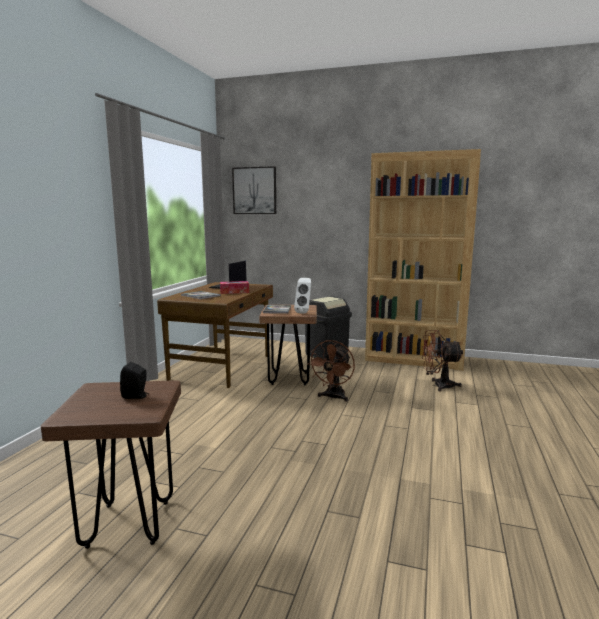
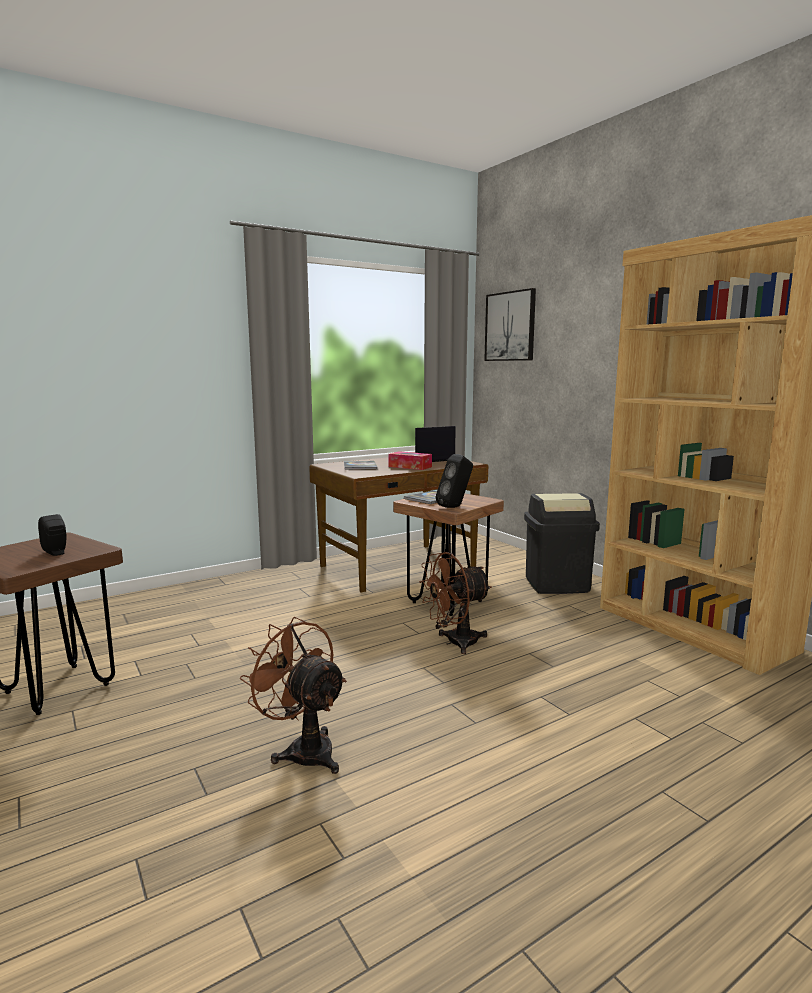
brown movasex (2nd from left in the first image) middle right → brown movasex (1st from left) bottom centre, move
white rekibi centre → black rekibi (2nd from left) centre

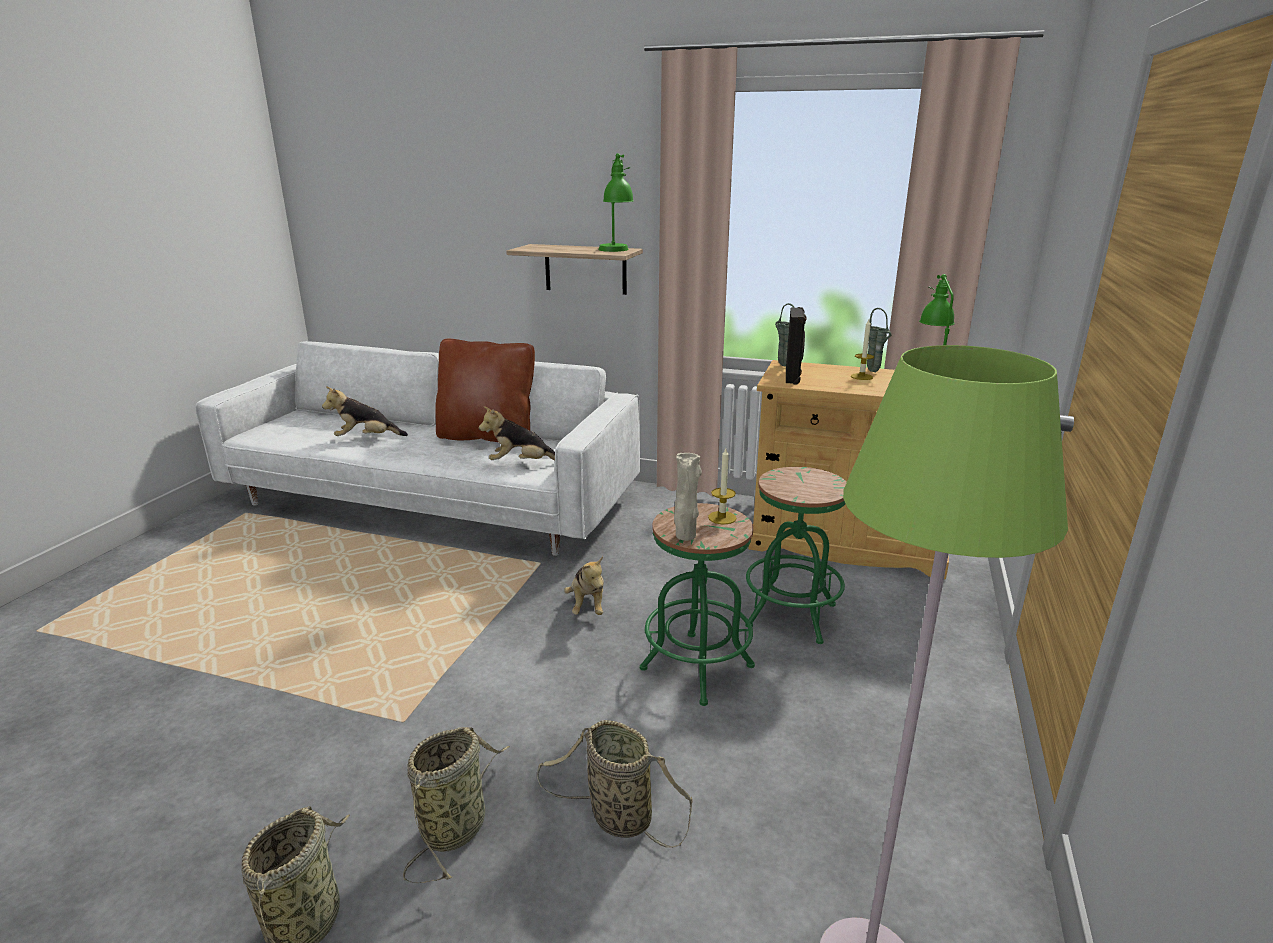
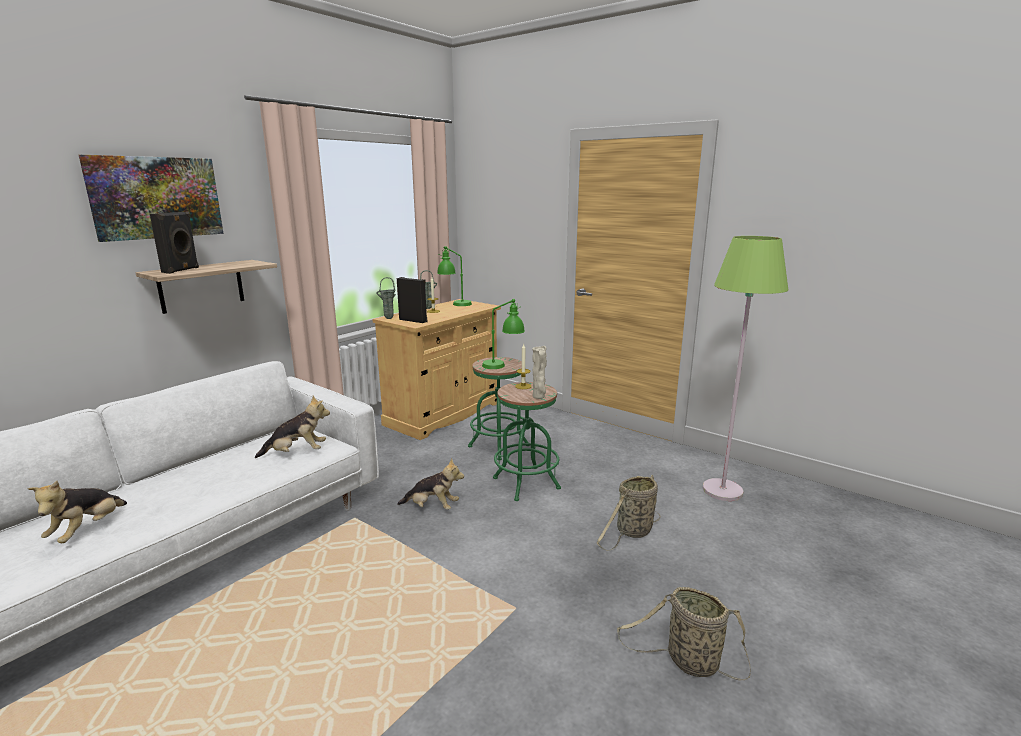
- → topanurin top left
- → black rekibi (1st from left) top left
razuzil (2nd from left) centre → razuzil (2nd from left) middle left, 120 degrees counterclockwise
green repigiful (1st from left in the first image) top centre → green repigiful (2nd from left) centre, move
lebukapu (2nd from left) bottom centre → -
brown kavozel centre → -

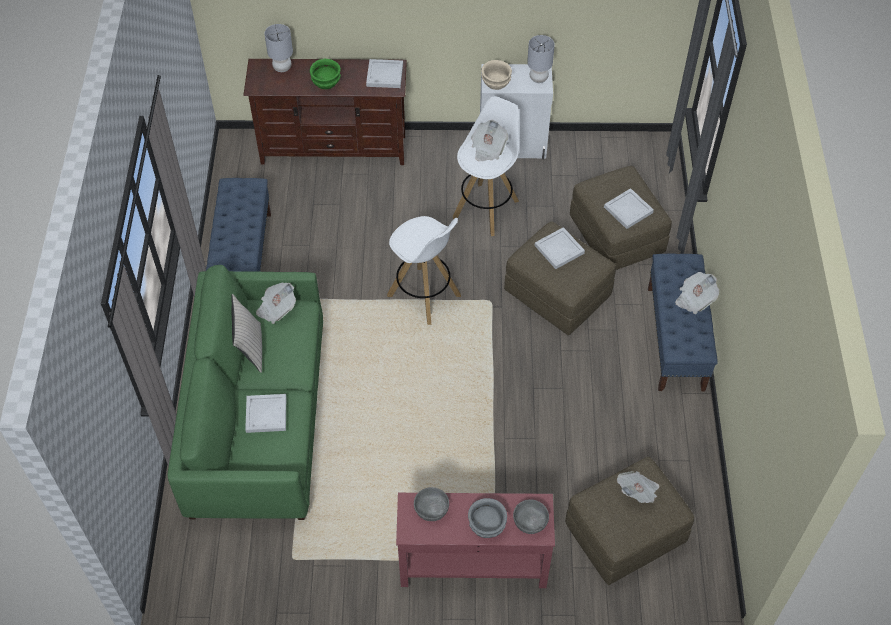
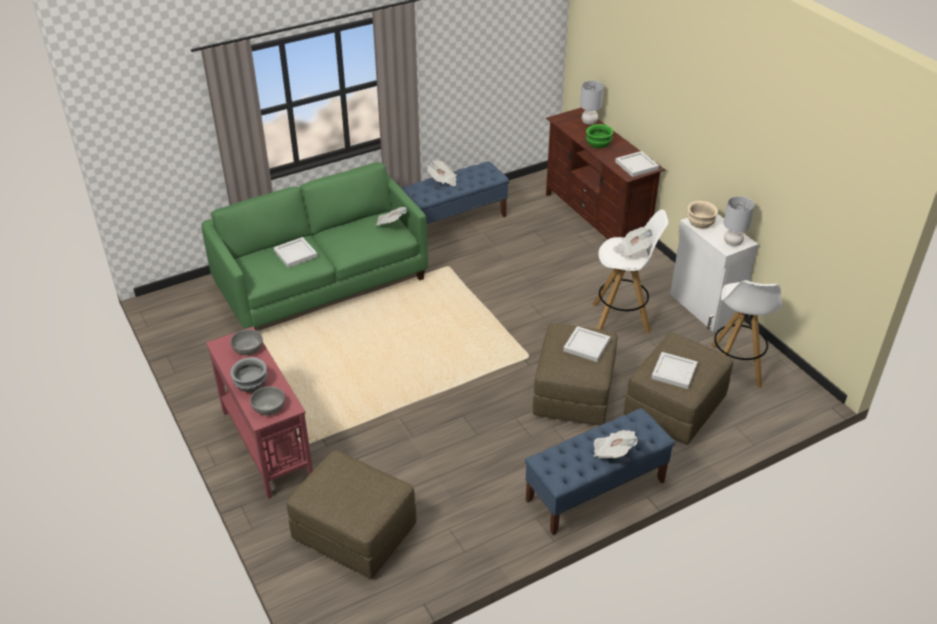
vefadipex (3rd from left in the first image) bottom right → vefadipex (2nd from left) top centre, move
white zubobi (1st from left in the first image) centre → white zubobi (2nd from left) middle right, move
beige kavozel middle left → -

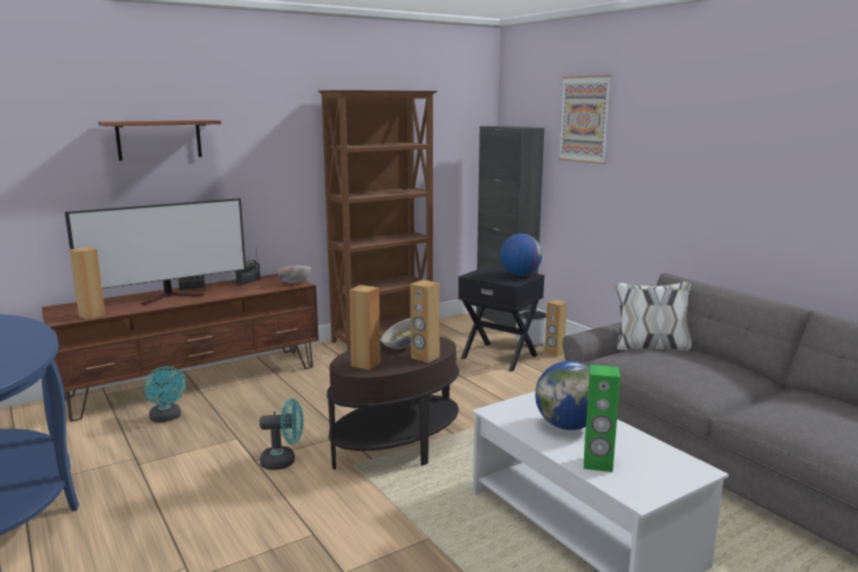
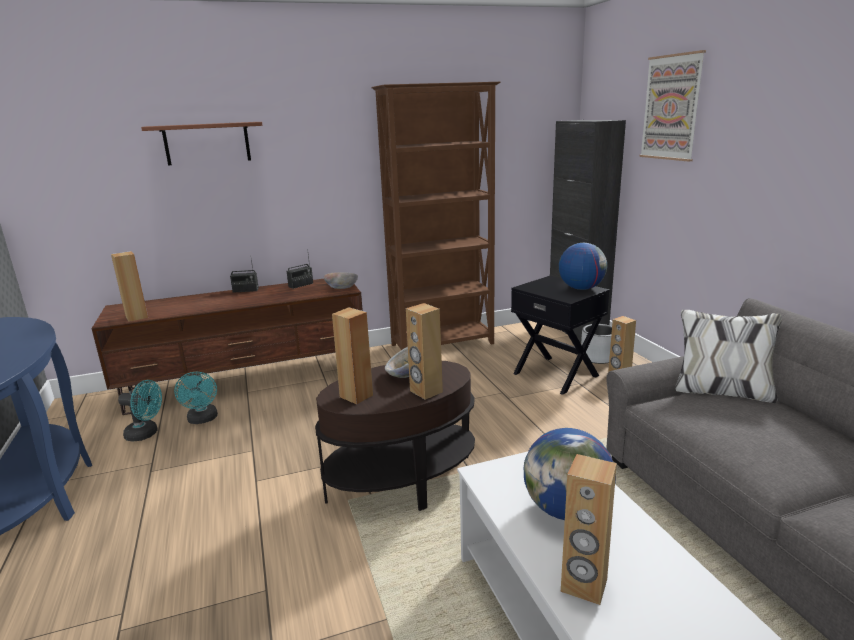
turquoise movasex (2nd from left in the first image) bottom left → turquoise movasex (1st from left) middle left, move
green rekibi bottom right → brown rekibi (4th from left) bottom right
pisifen middle left → -

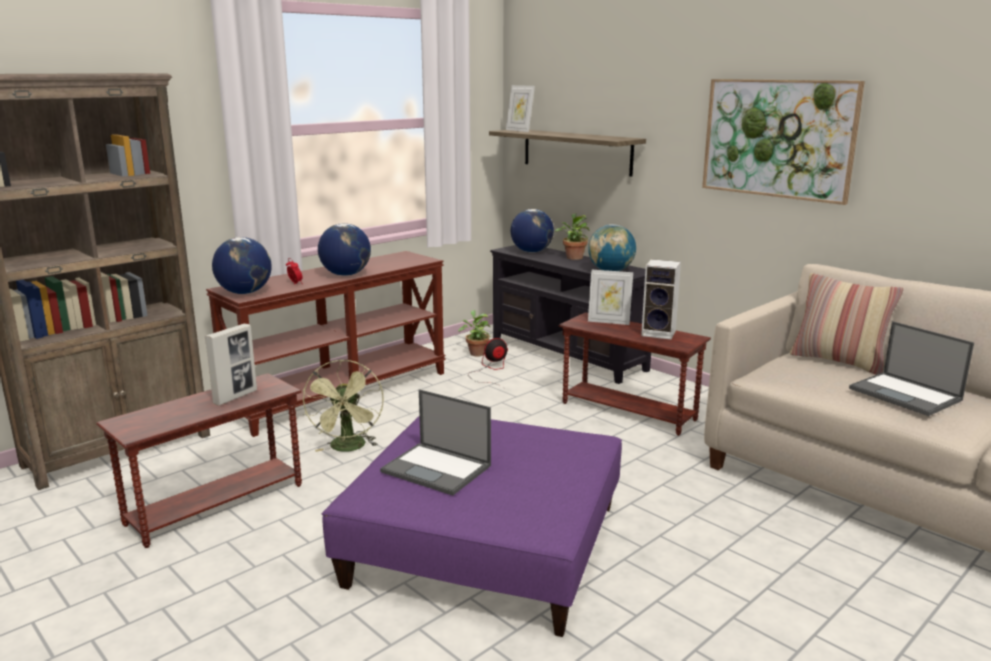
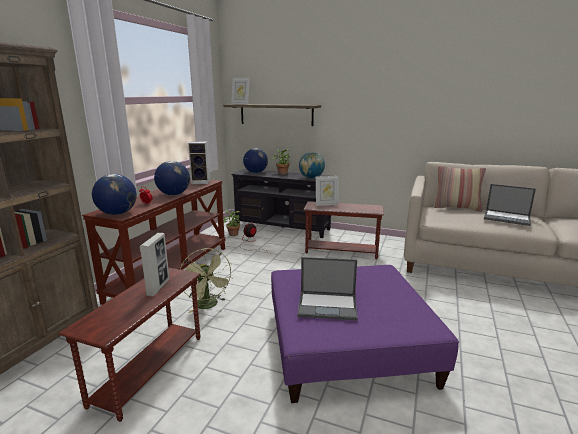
rekibi middle right → rekibi centre, move
topanurin top right → -

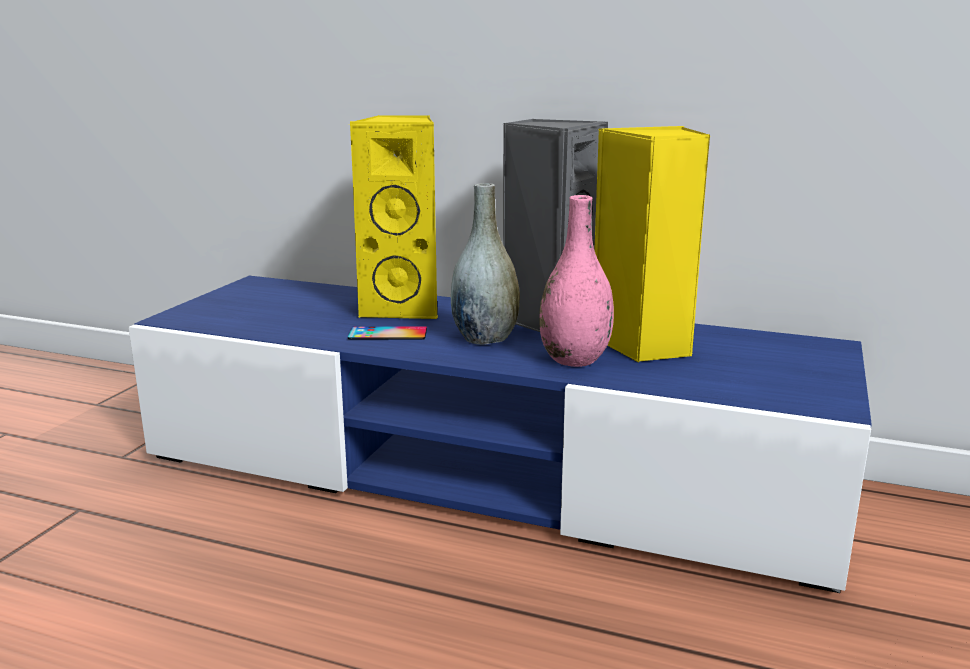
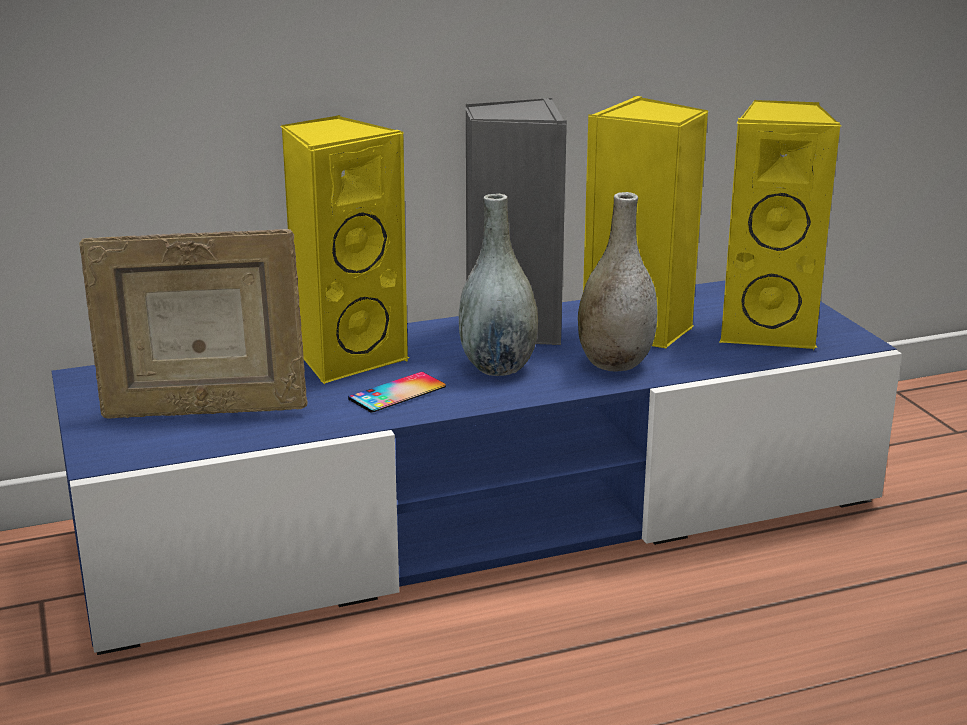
- → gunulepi middle left
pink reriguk centre → grey reriguk (2nd from left) centre
- → yellow rekibi (3rd from left) top right

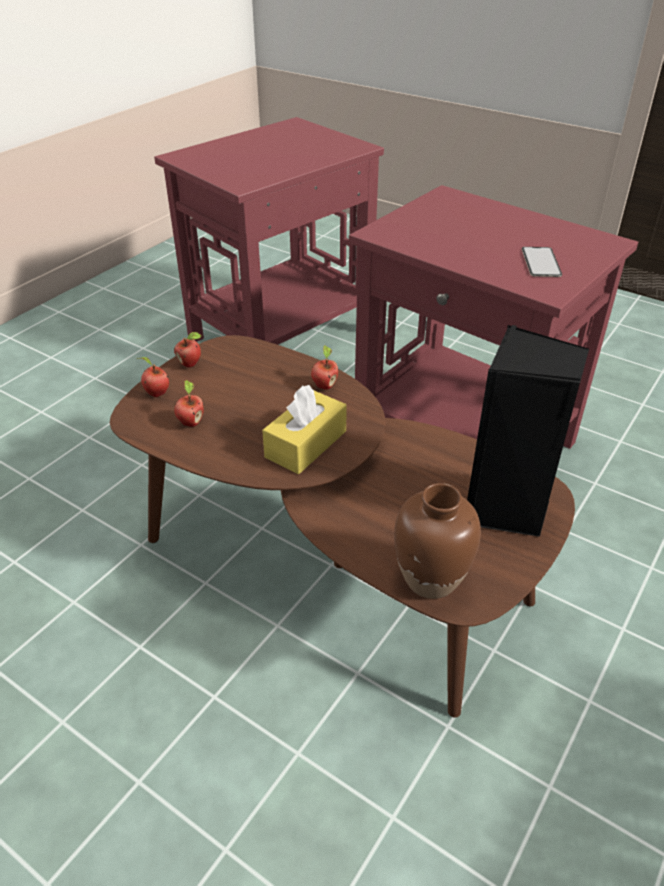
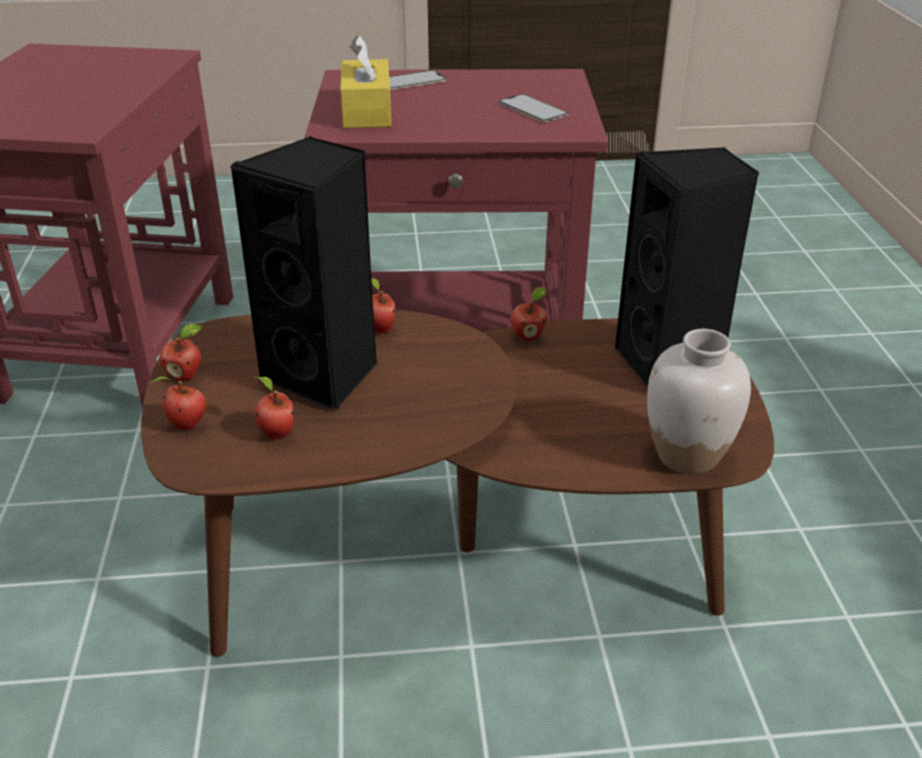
- → black rekibi (1st from left) middle left
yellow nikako centre → yellow nikako top centre, move
- → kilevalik (1st from left) top centre
- → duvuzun (5th from left) centre
brown reriguk centre → white reriguk middle right

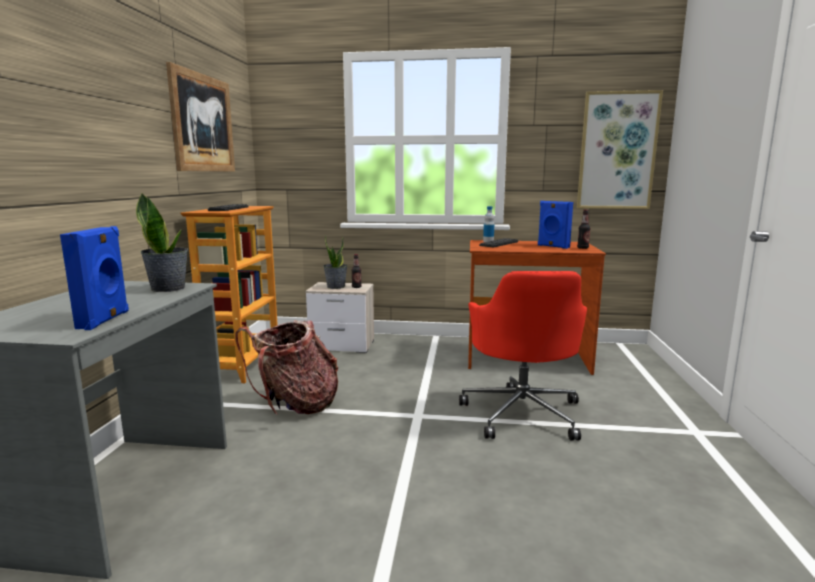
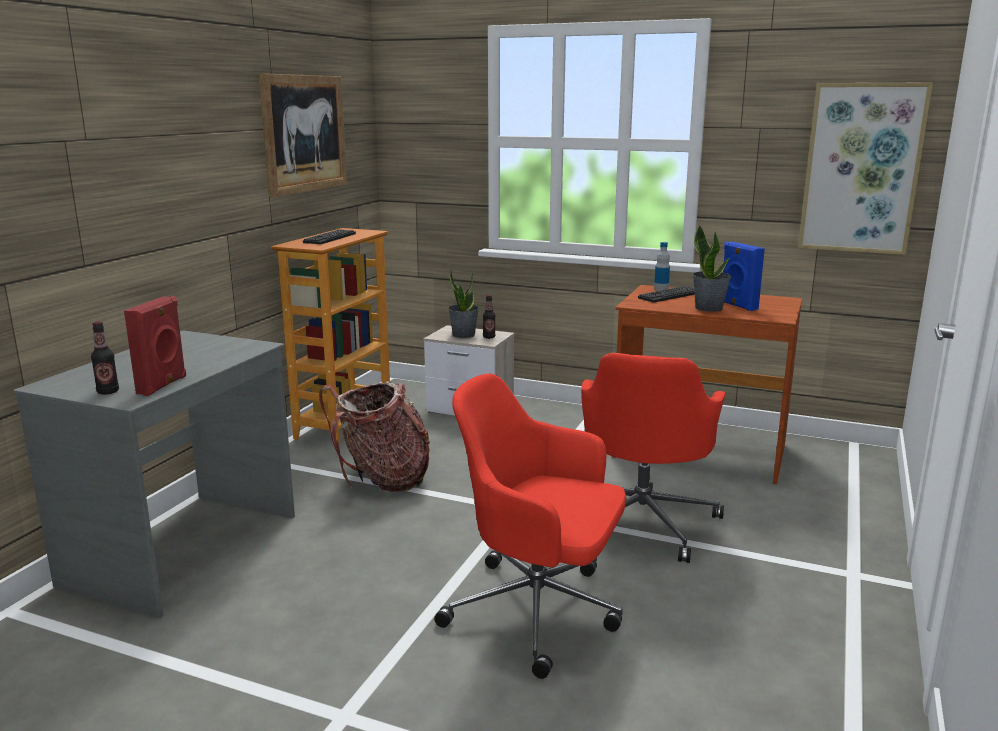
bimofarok (3rd from left in the first image) middle right → bimofarok (1st from left) middle left, move
blue rekibi (1st from left) middle left → red rekibi middle left
- → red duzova (1st from left) bottom centre
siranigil (1st from left in the first image) middle left → siranigil (2nd from left) middle right, move

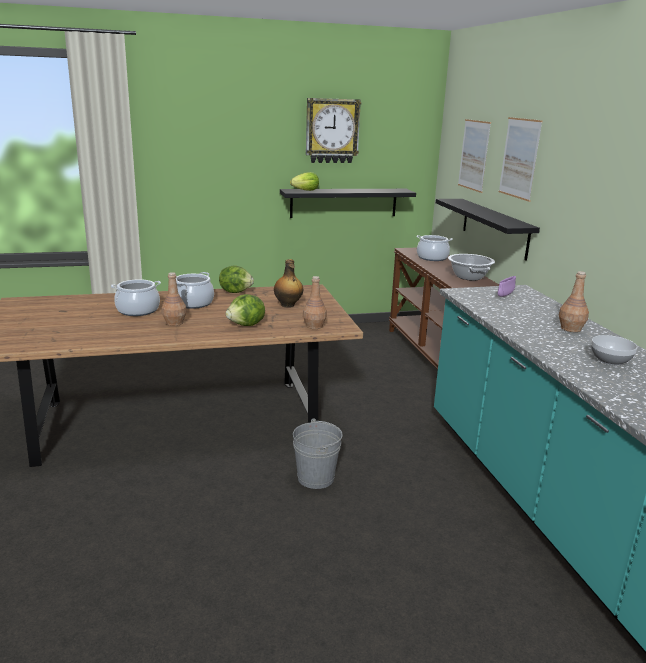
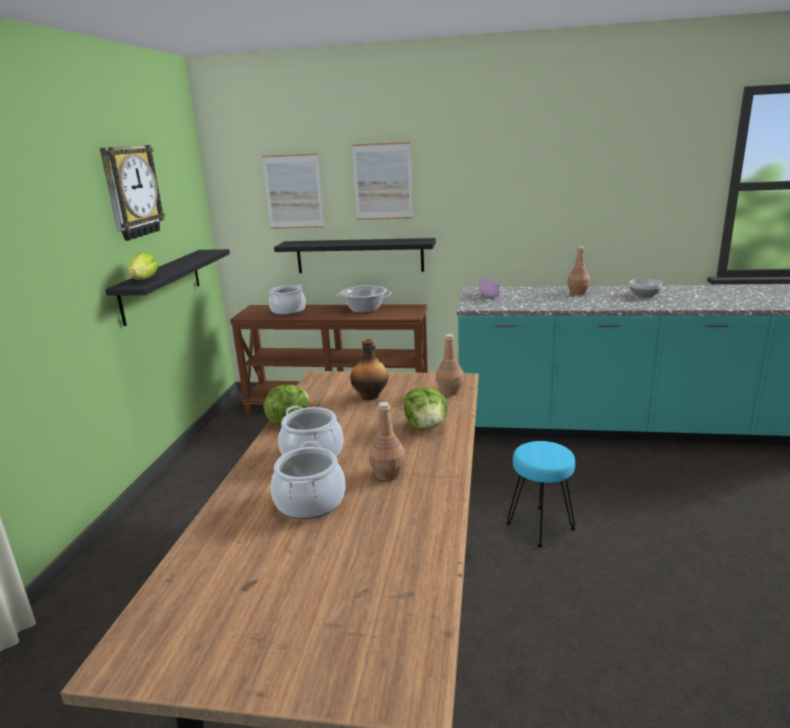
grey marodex bottom centre → turquoise zubobi bottom right

